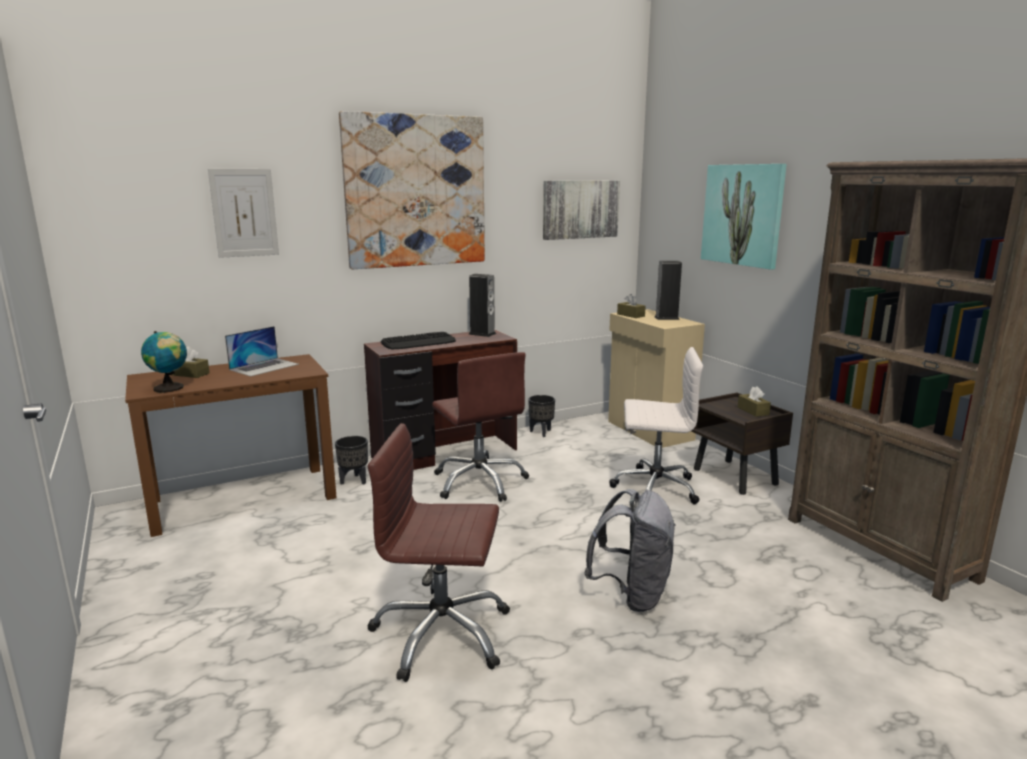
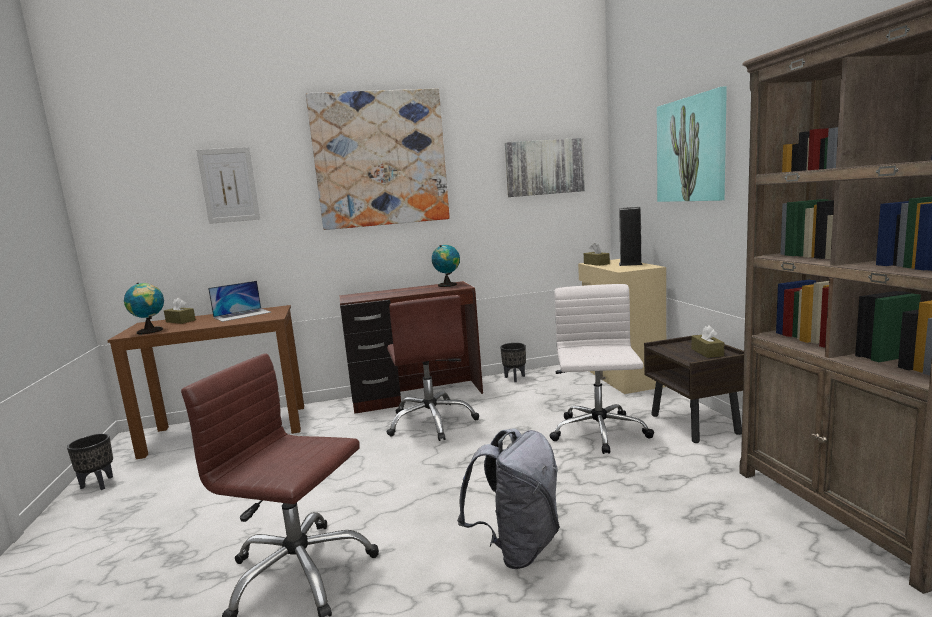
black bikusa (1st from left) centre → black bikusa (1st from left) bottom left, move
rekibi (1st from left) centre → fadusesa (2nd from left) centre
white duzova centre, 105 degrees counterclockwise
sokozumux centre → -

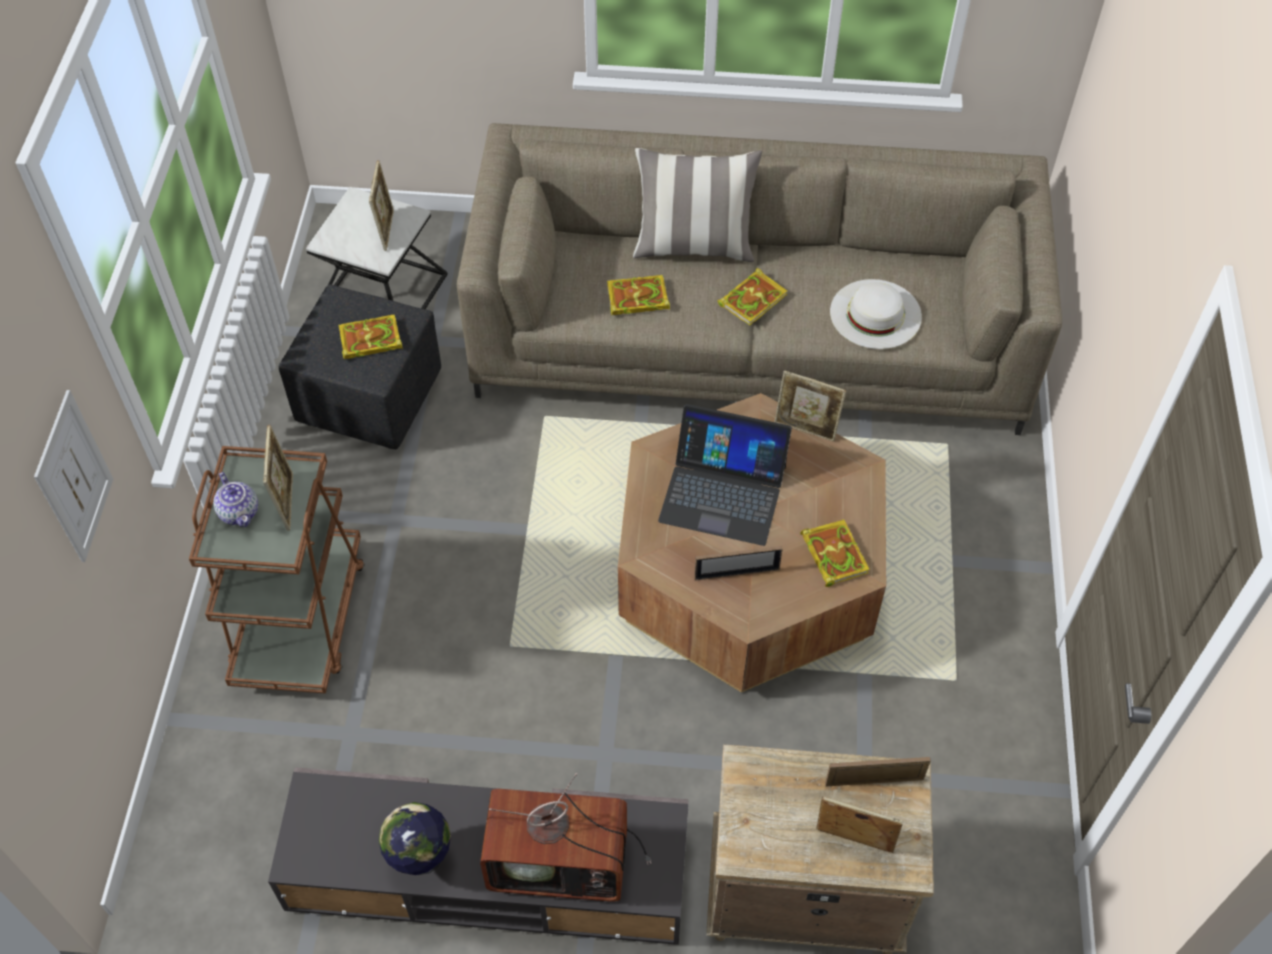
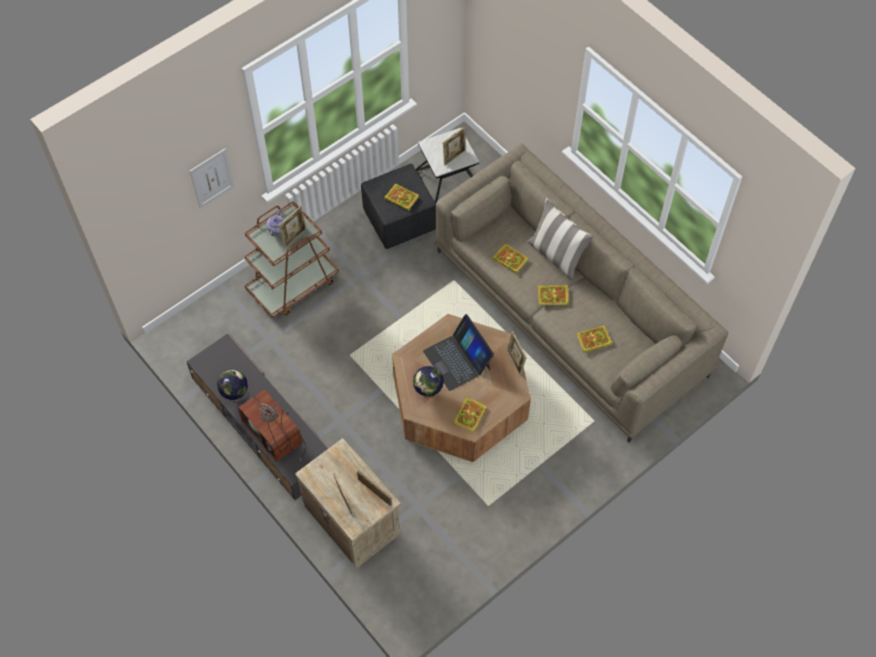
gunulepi (3rd from left) centre → fadusesa (2nd from left) centre
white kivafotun top right → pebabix (5th from left) middle right

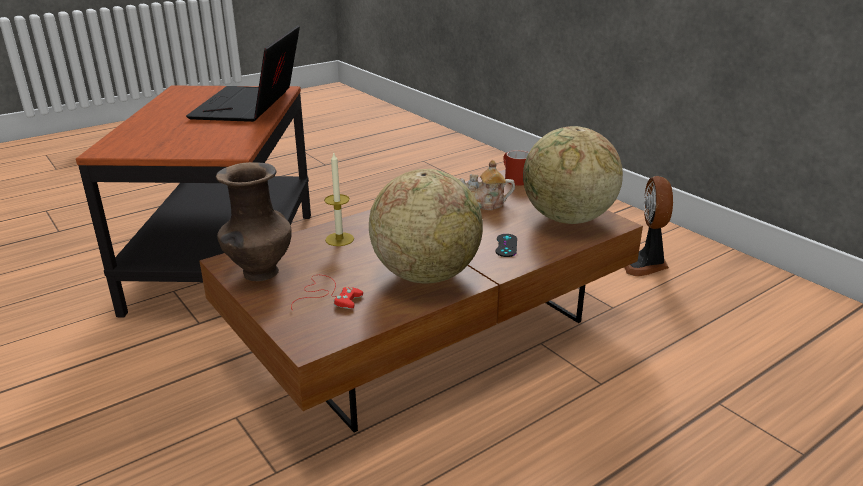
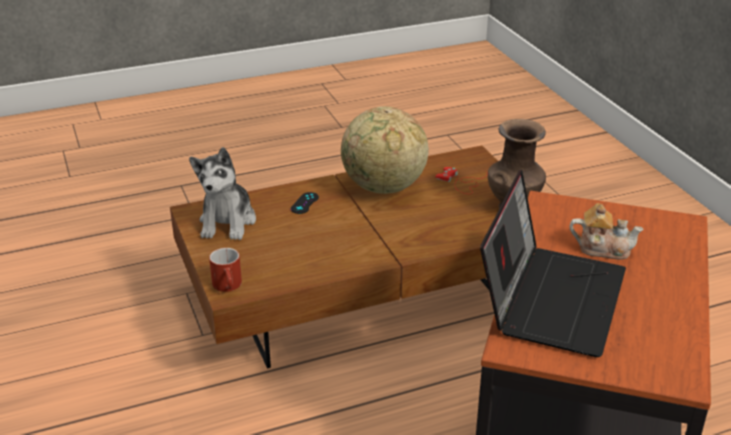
fadusesa (2nd from left) centre → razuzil middle left
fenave centre → fenave middle right, move
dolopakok centre → -
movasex middle right → -

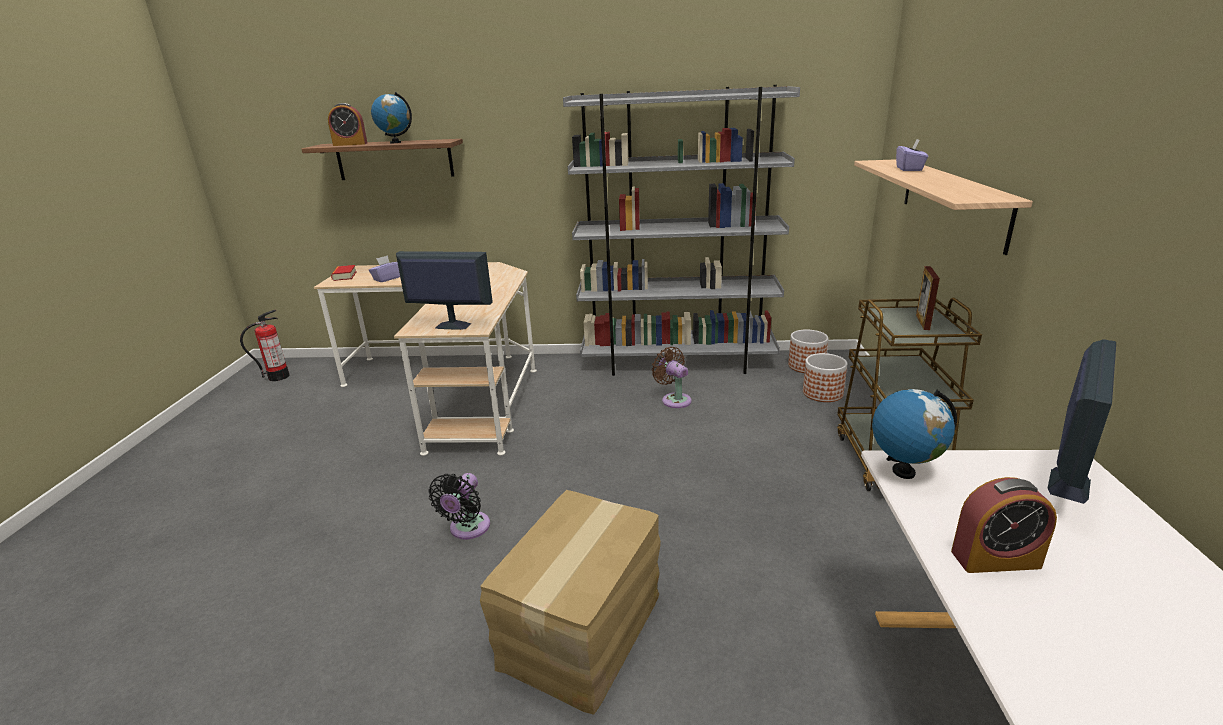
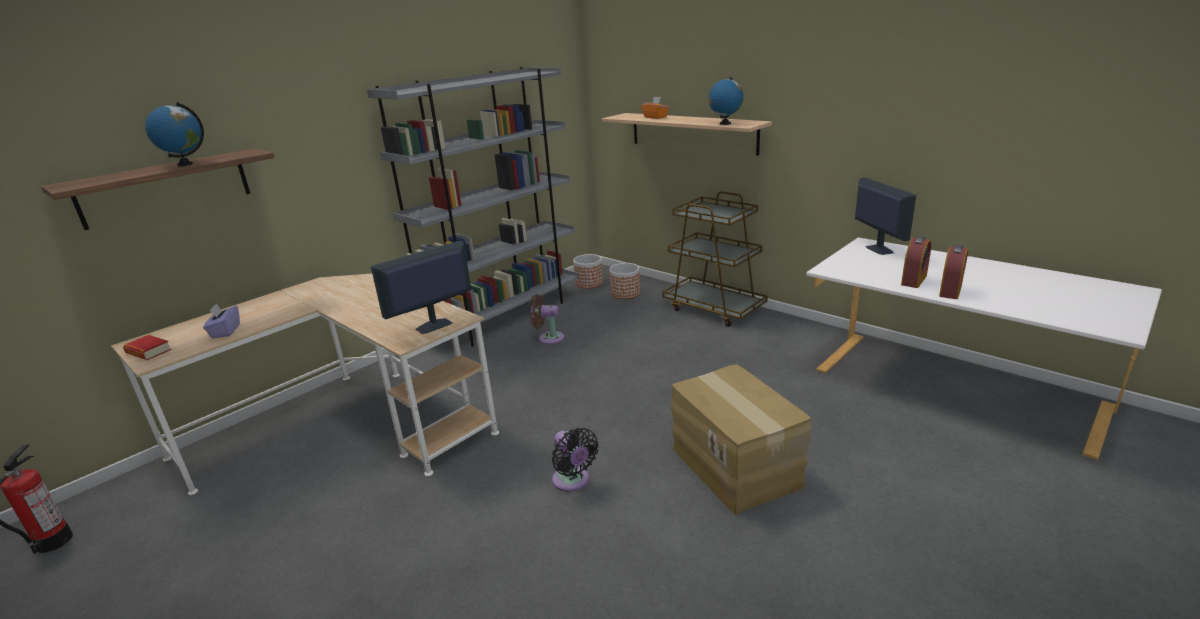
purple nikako (2nd from left) top right → orange nikako top centre
fadusesa (2nd from left) middle right → fadusesa (2nd from left) top centre, move
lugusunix (1st from left in the first image) top left → lugusunix (2nd from left) middle right, move
gunulepi middle right → -

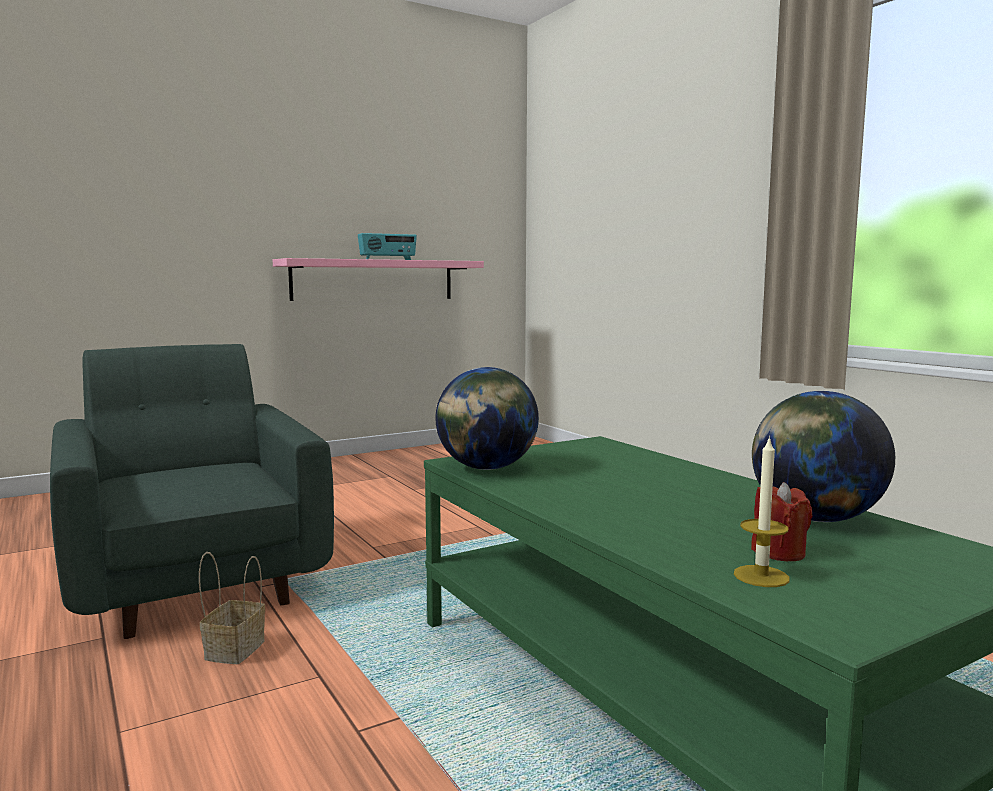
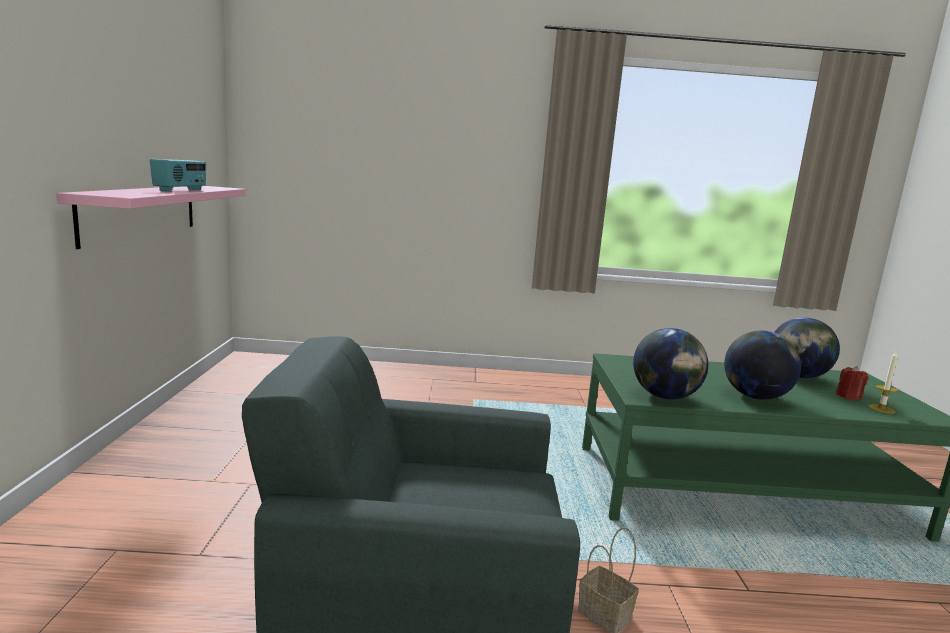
- → fadusesa (2nd from left) middle right

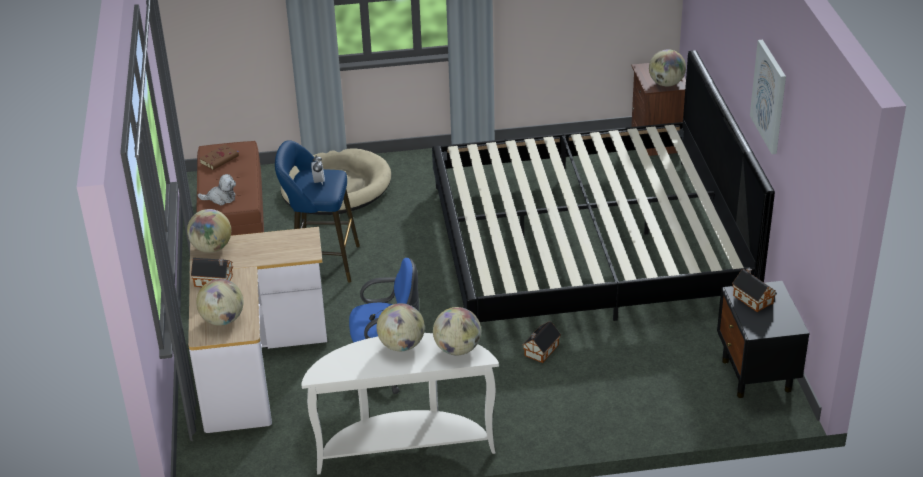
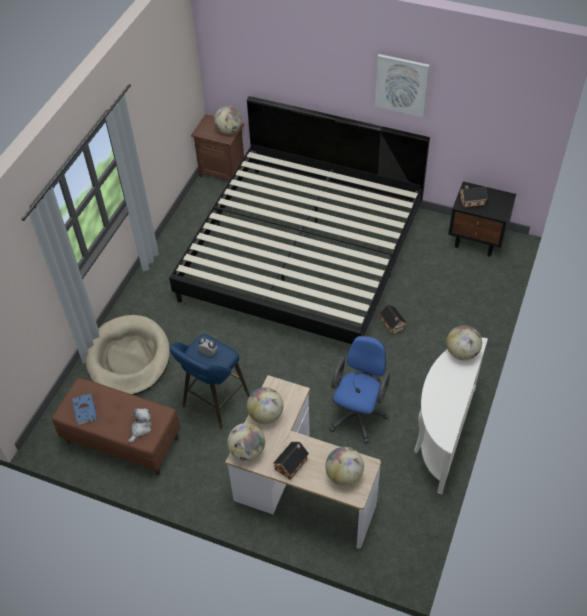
brown pebabix top left → blue pebabix middle left
fadusesa (3rd from left) bottom centre → fadusesa (3rd from left) centre, move

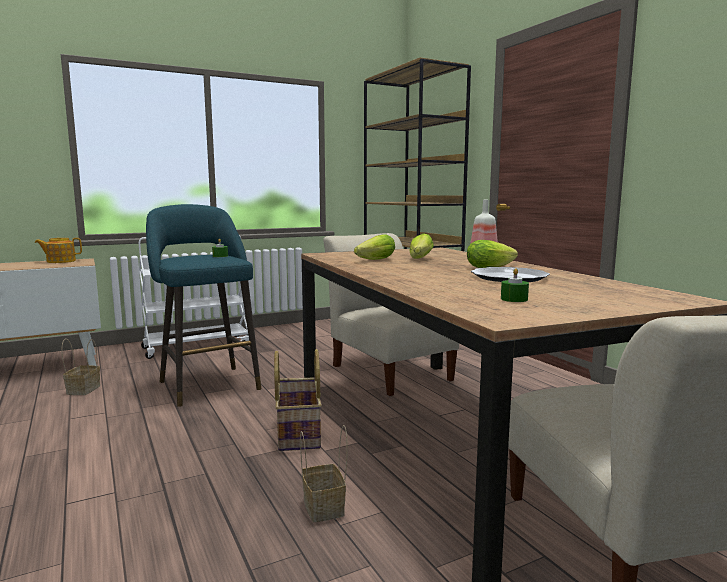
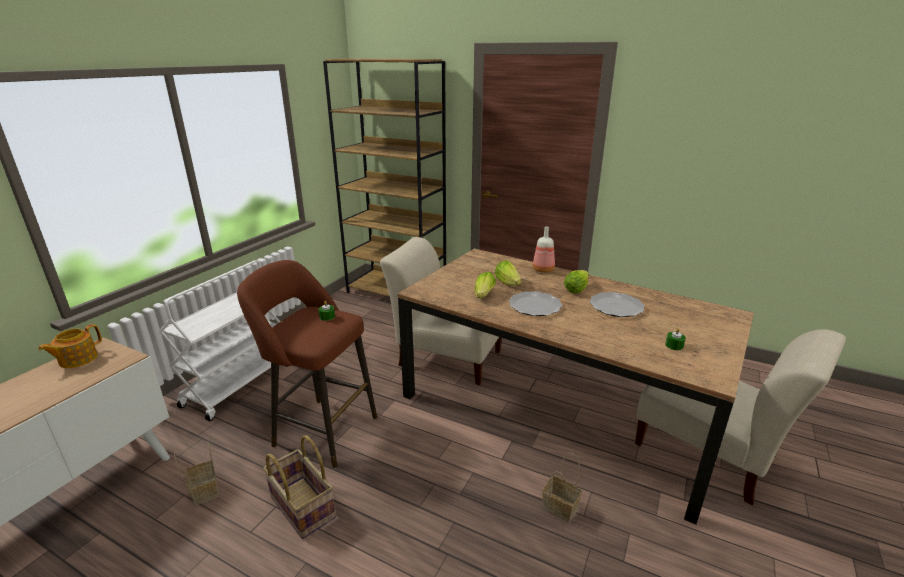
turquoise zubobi middle left → brown zubobi centre
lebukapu (2nd from left) bottom centre → lebukapu (2nd from left) bottom left, move
- → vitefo (1st from left) centre

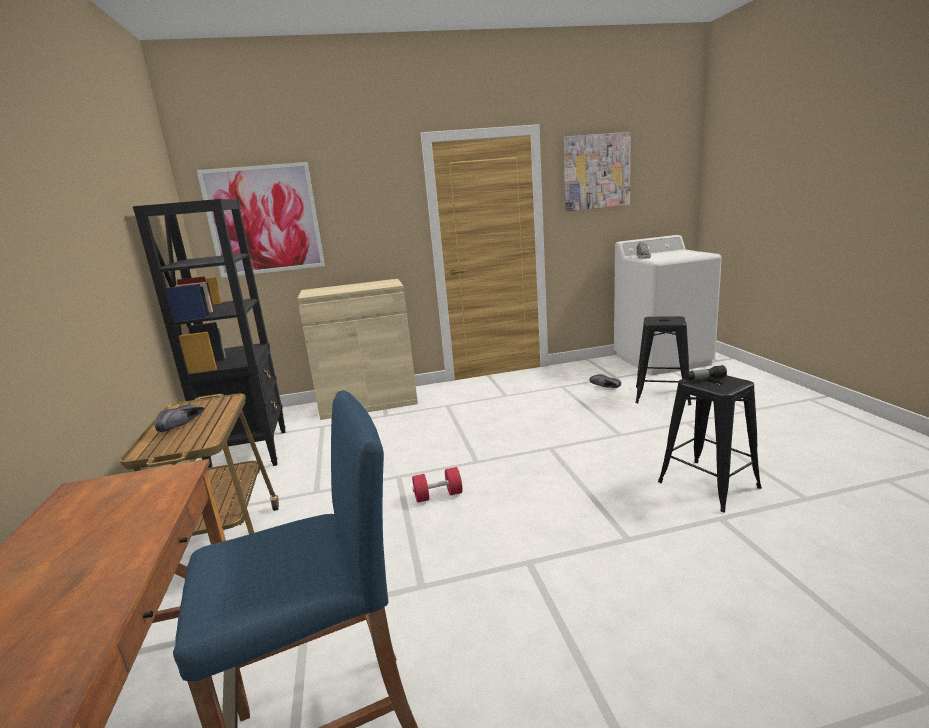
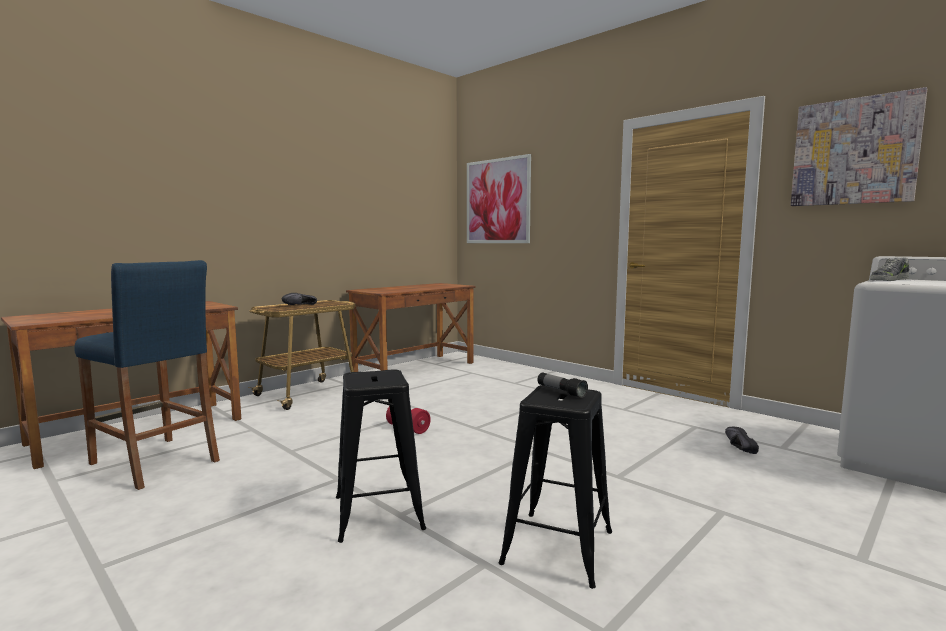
black zubobi (1st from left) middle right → black zubobi (1st from left) bottom centre, move
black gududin middle left → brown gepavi (2nd from left) centre
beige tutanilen centre → -

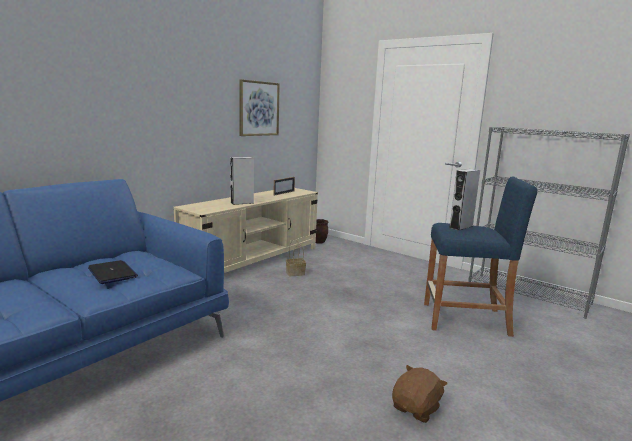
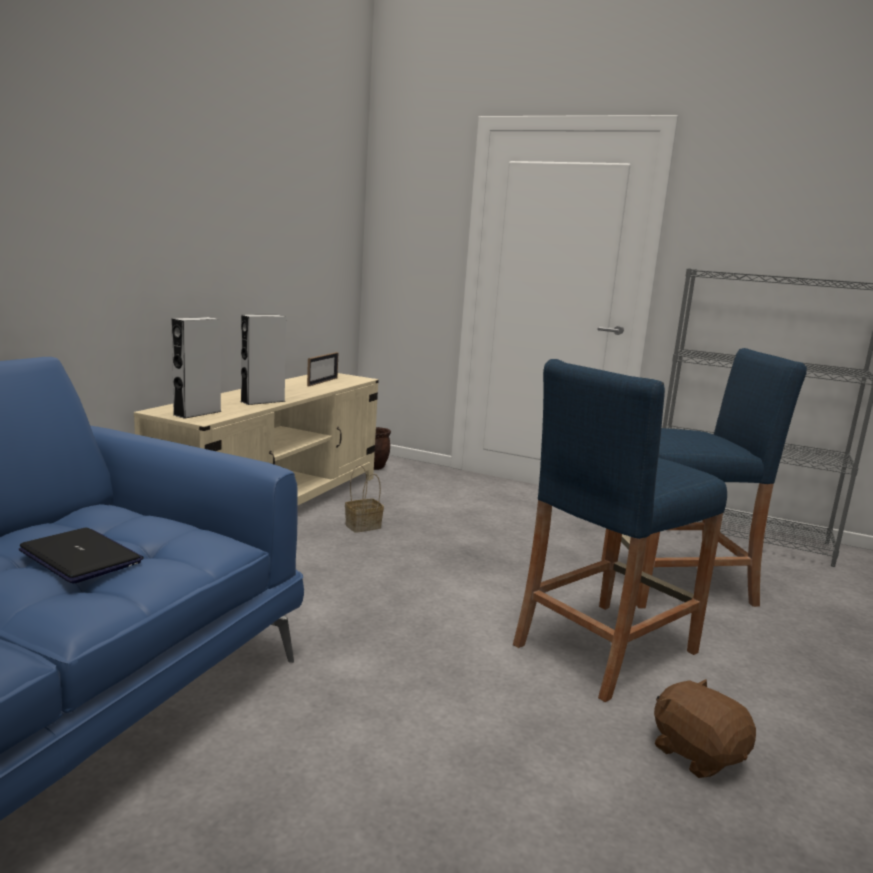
grey rekibi (2nd from left in the first image) middle right → grey rekibi (1st from left) middle left, move
- → blue zubobi (1st from left) middle right
brown razuzil bottom centre → brown razuzil bottom right, 60 degrees counterclockwise
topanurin top centre → -

